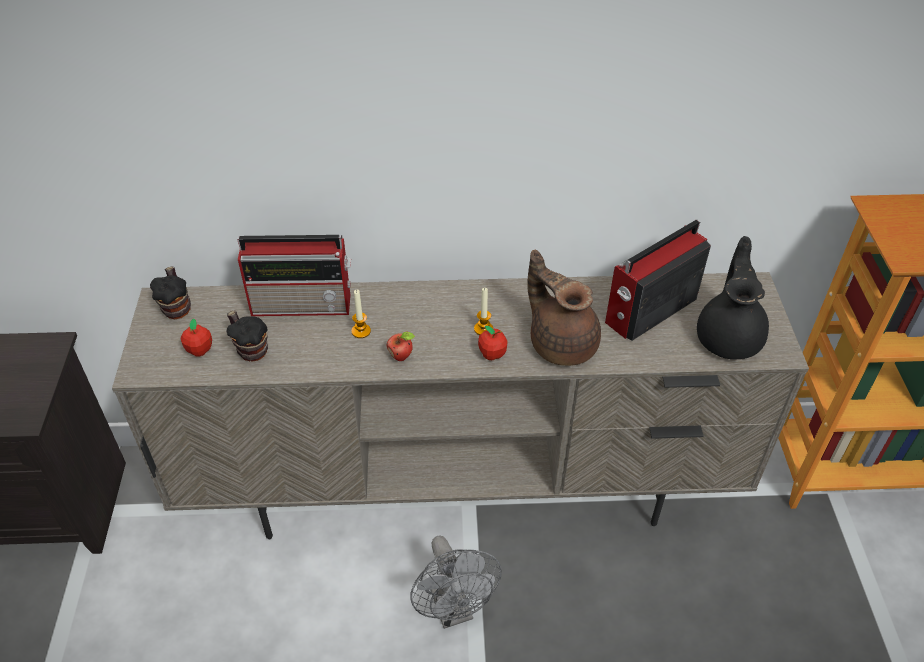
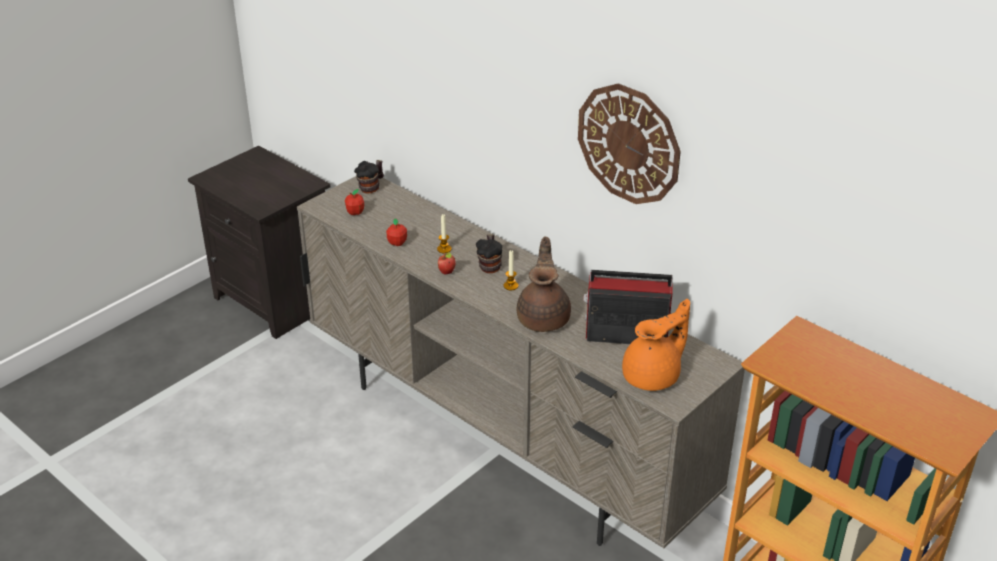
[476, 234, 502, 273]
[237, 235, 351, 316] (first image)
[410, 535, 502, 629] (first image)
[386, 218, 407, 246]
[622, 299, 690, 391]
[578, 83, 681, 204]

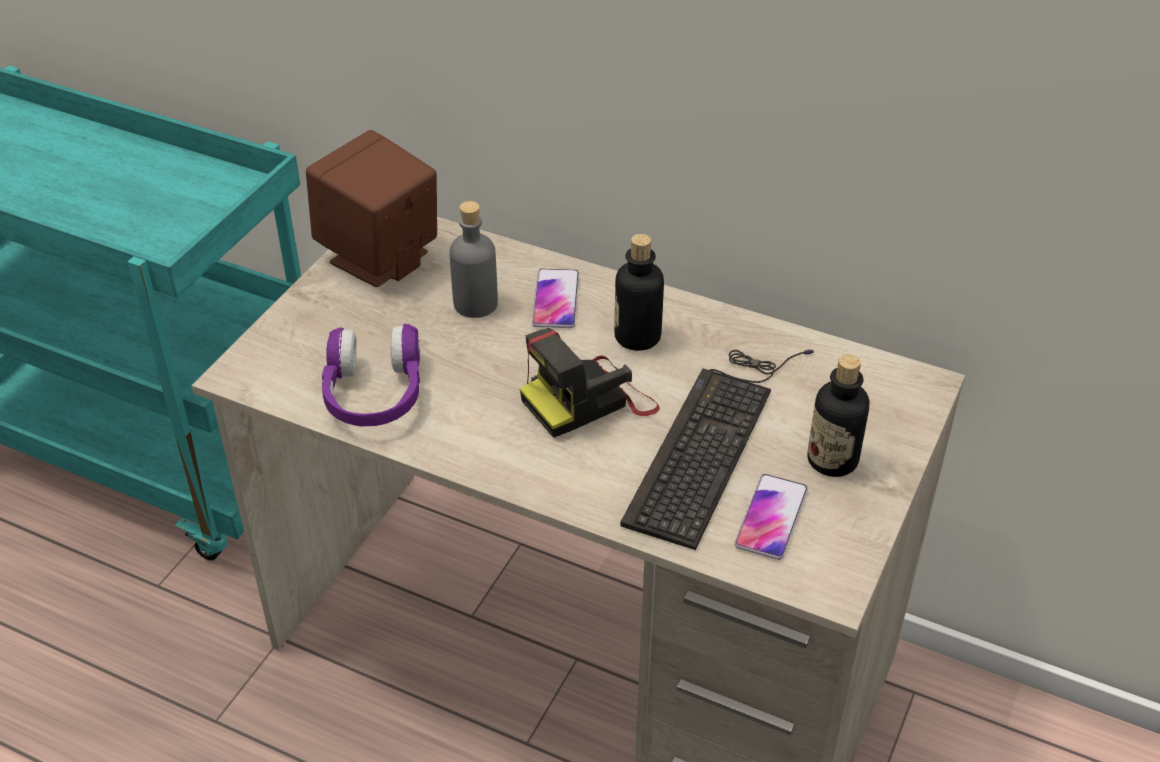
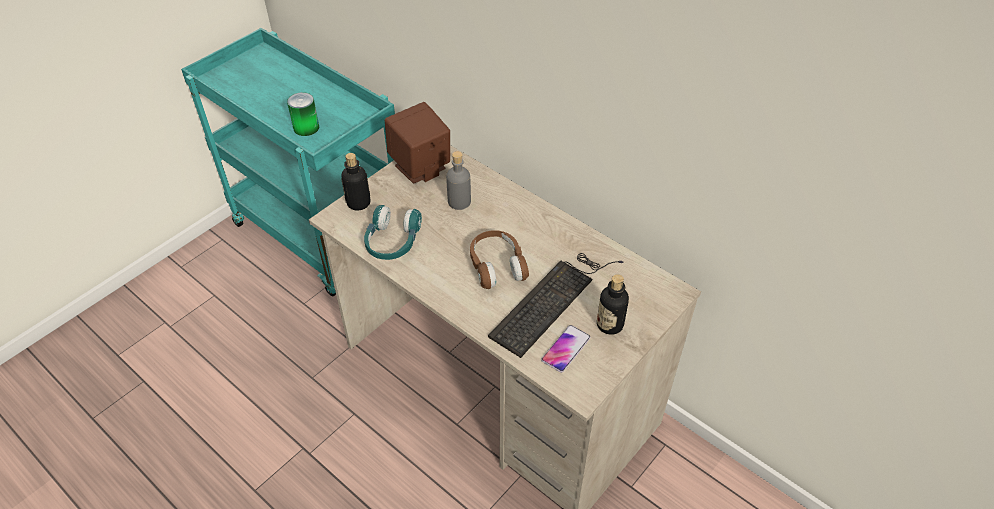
[364, 205, 422, 260]
[470, 230, 529, 289]
[532, 268, 579, 328] (first image)
[341, 153, 370, 211]
[287, 92, 319, 136]

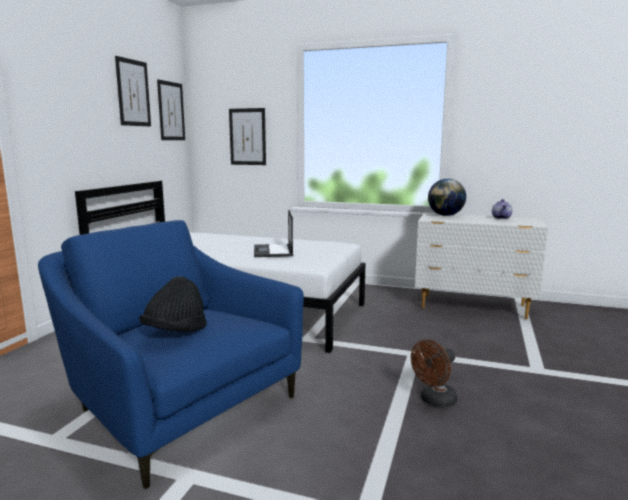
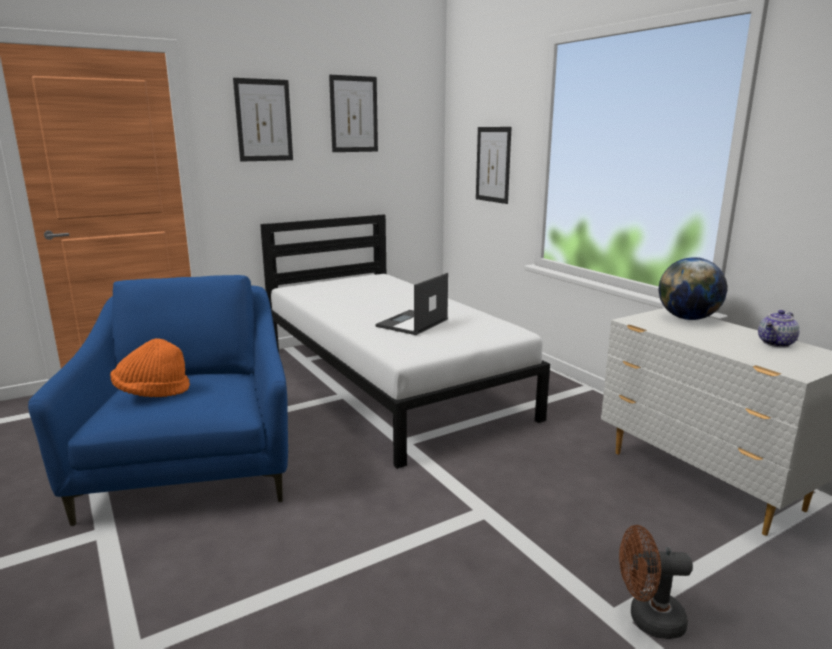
[110, 338, 190, 397]
[233, 78, 293, 162]
[619, 525, 693, 639]

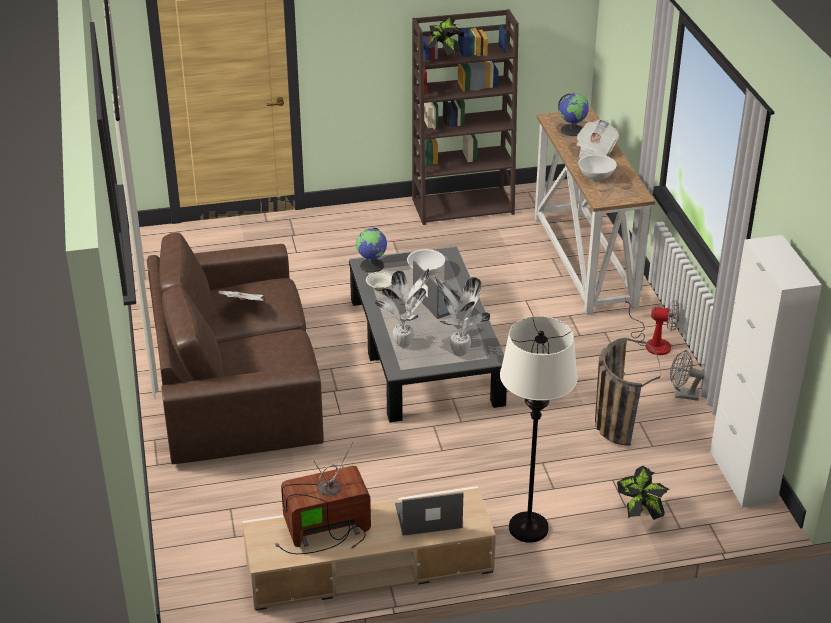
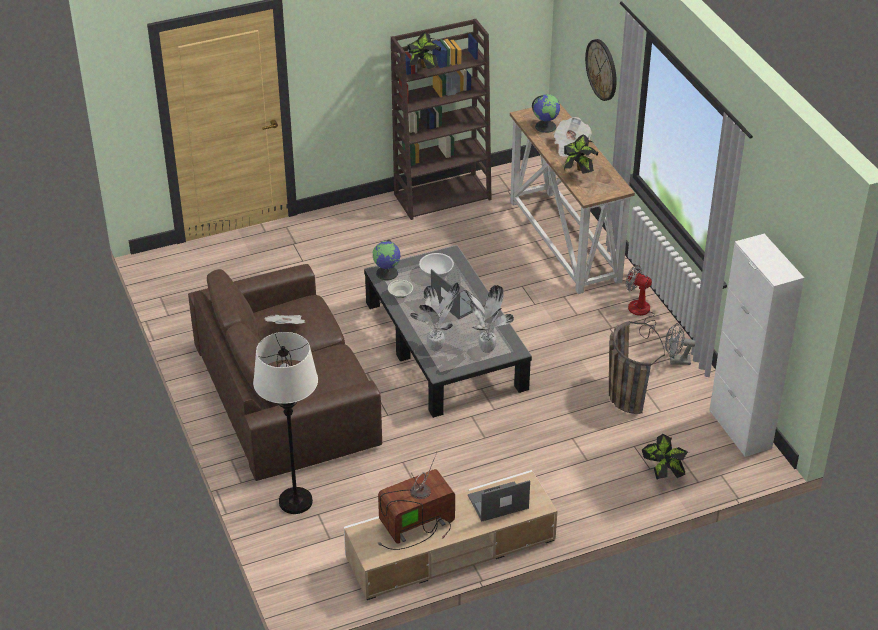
[253, 332, 318, 514]
[564, 134, 598, 174]
[626, 265, 656, 339]
[585, 39, 617, 101]

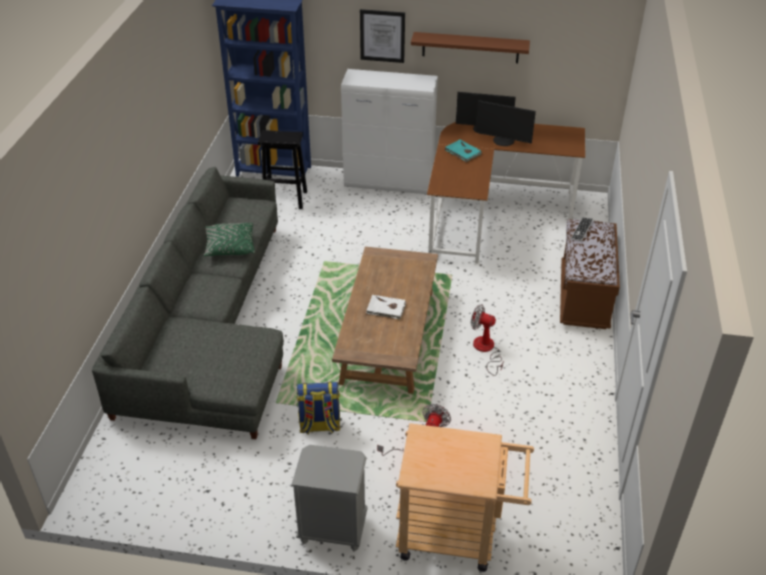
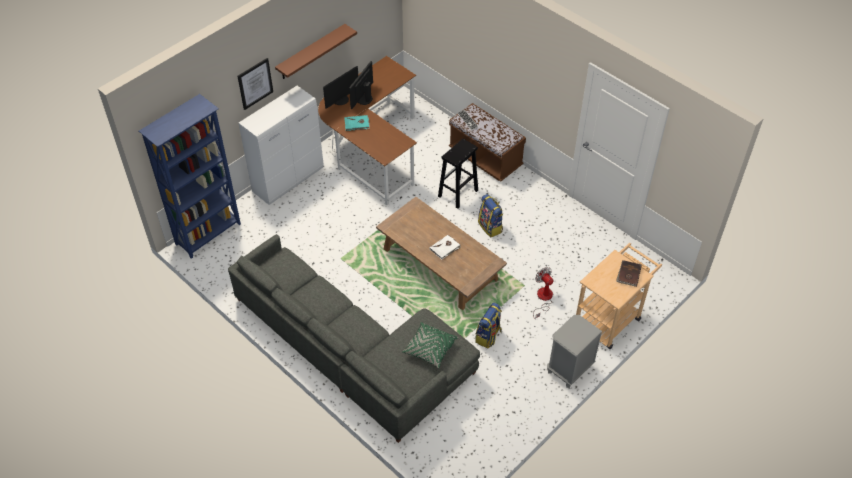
[402, 322, 458, 368]
[438, 139, 478, 209]
[478, 194, 503, 237]
[349, 61, 373, 109]
[616, 260, 642, 287]

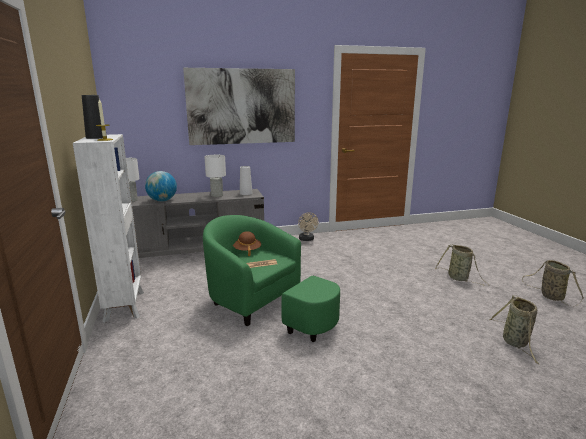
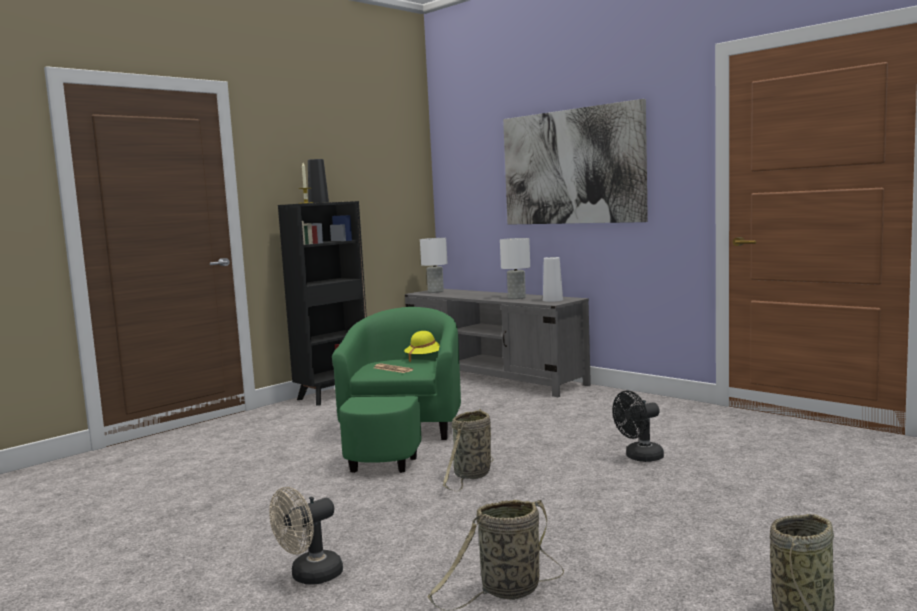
[278, 201, 367, 406]
[145, 171, 177, 201] (first image)
[404, 331, 440, 362]
[269, 487, 343, 585]
[443, 409, 494, 491]
[612, 391, 664, 462]

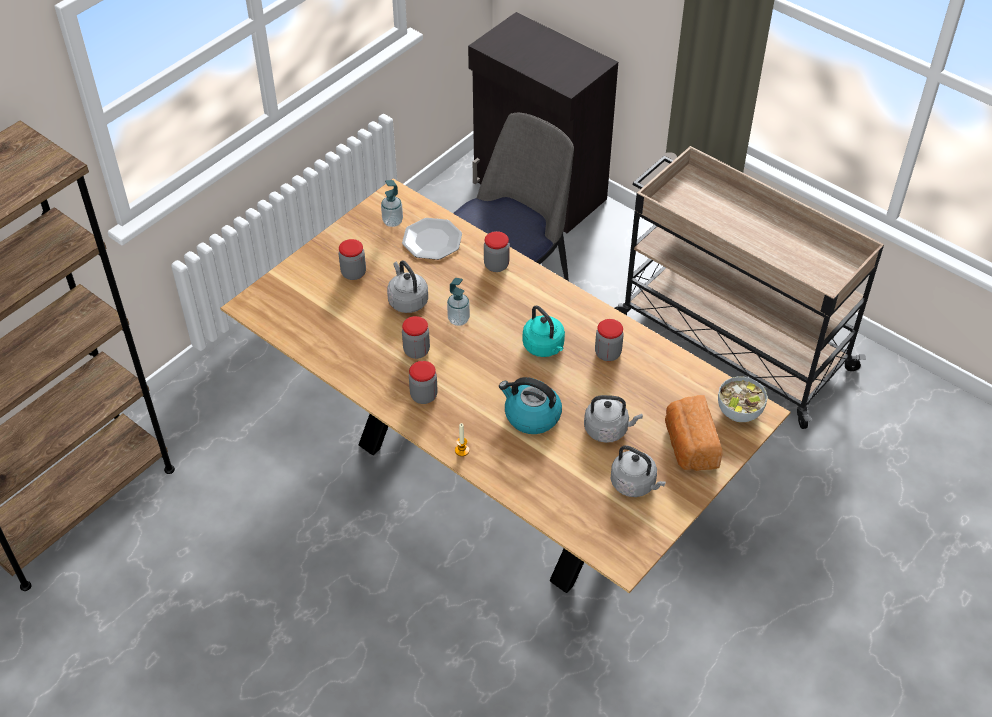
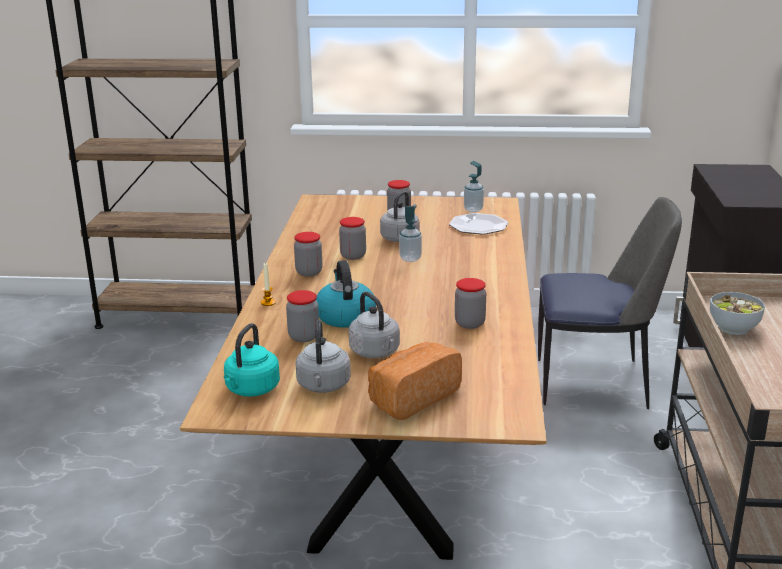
[286, 290, 319, 342]
[224, 323, 280, 397]
[710, 292, 765, 335]

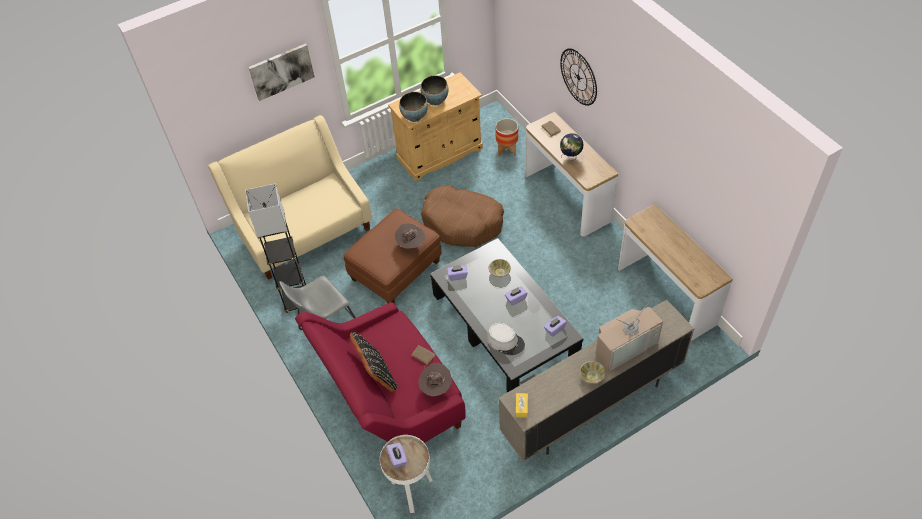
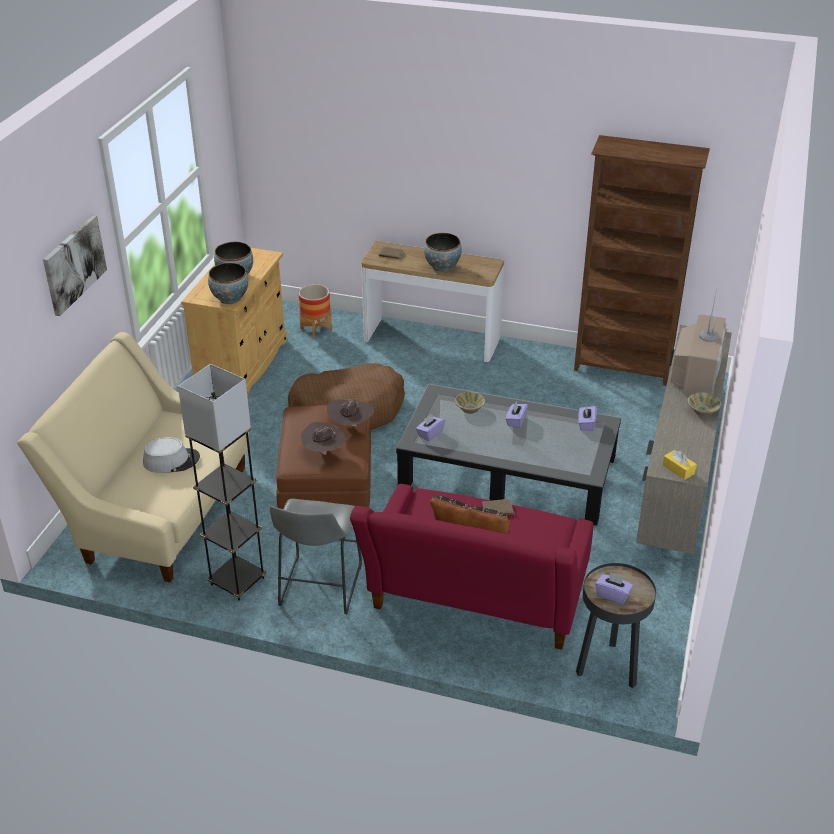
[576, 563, 656, 688]
[301, 422, 346, 455]
[143, 437, 200, 473]
[560, 48, 597, 106] (first image)
[424, 233, 462, 272]
[574, 135, 710, 386]

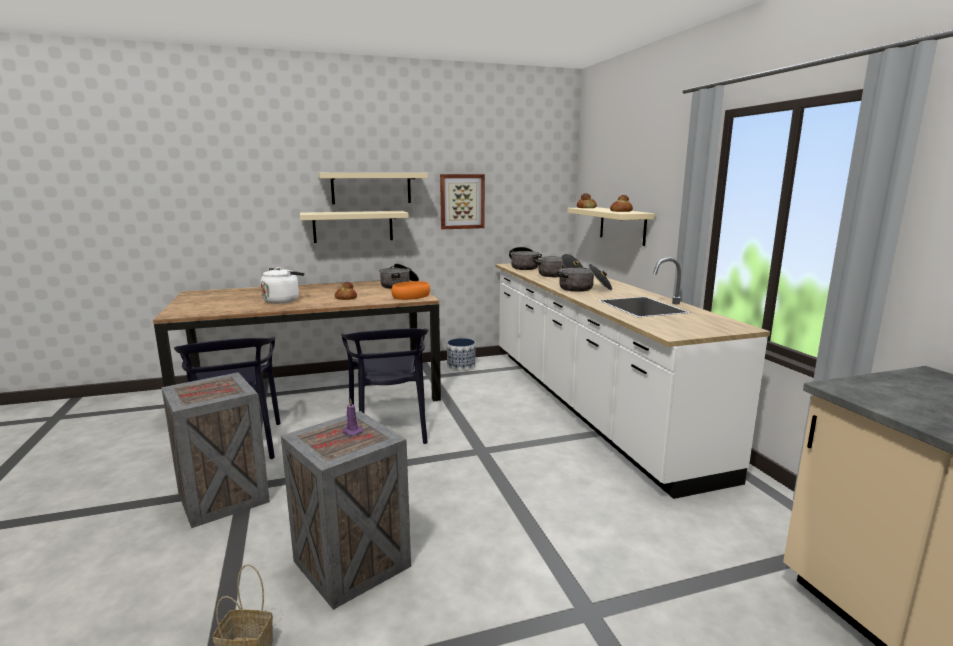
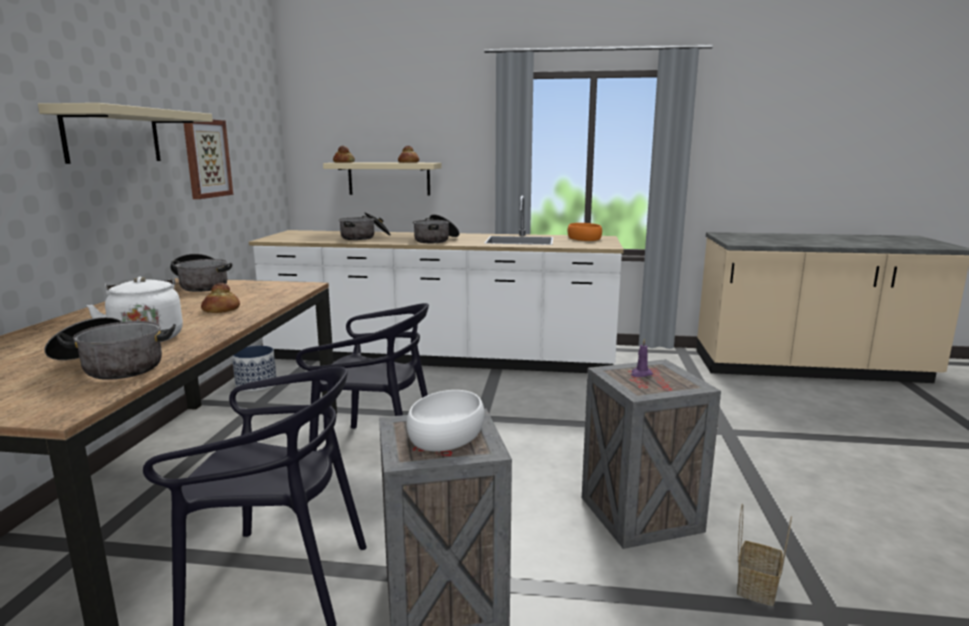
[300, 211, 409, 243] (first image)
[567, 223, 602, 241]
[44, 317, 176, 380]
[407, 390, 484, 452]

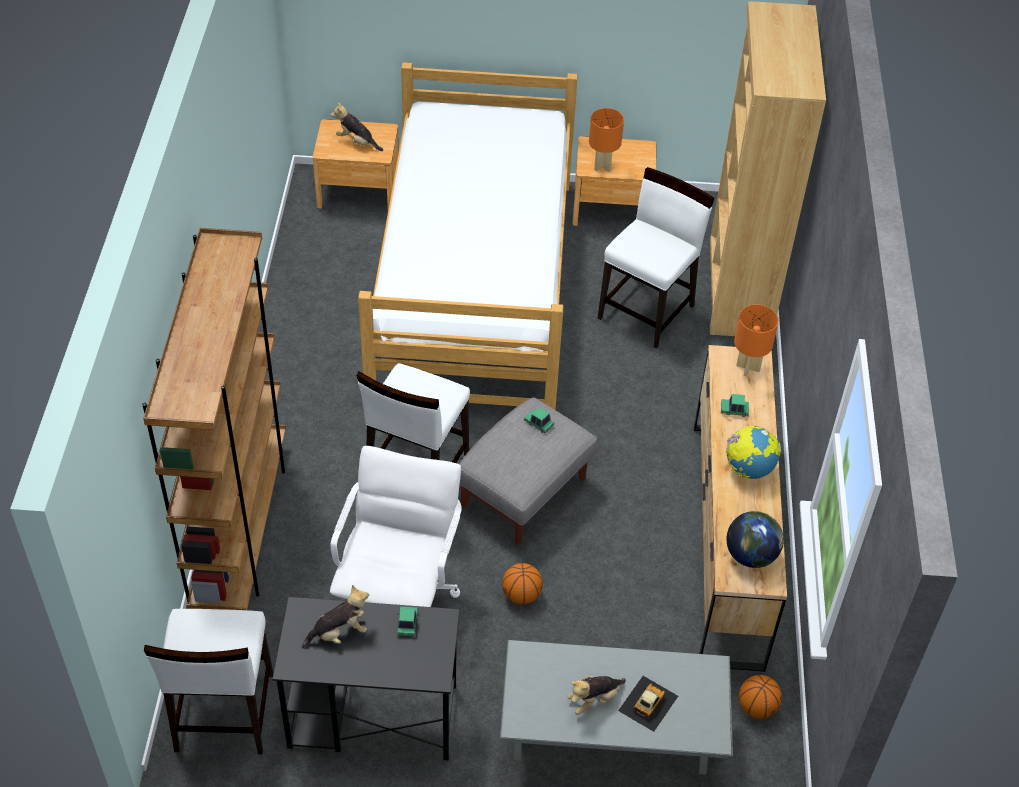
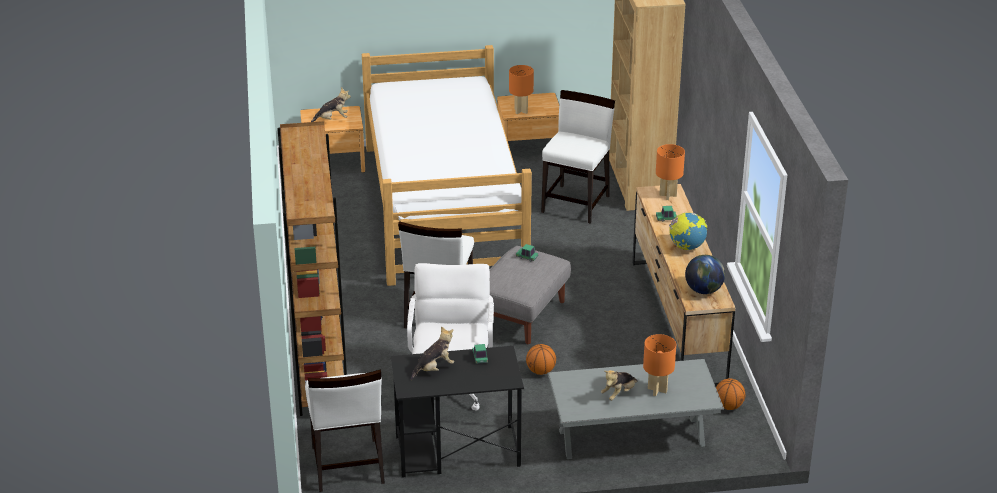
[311, 87, 351, 122]
[643, 334, 676, 396]

